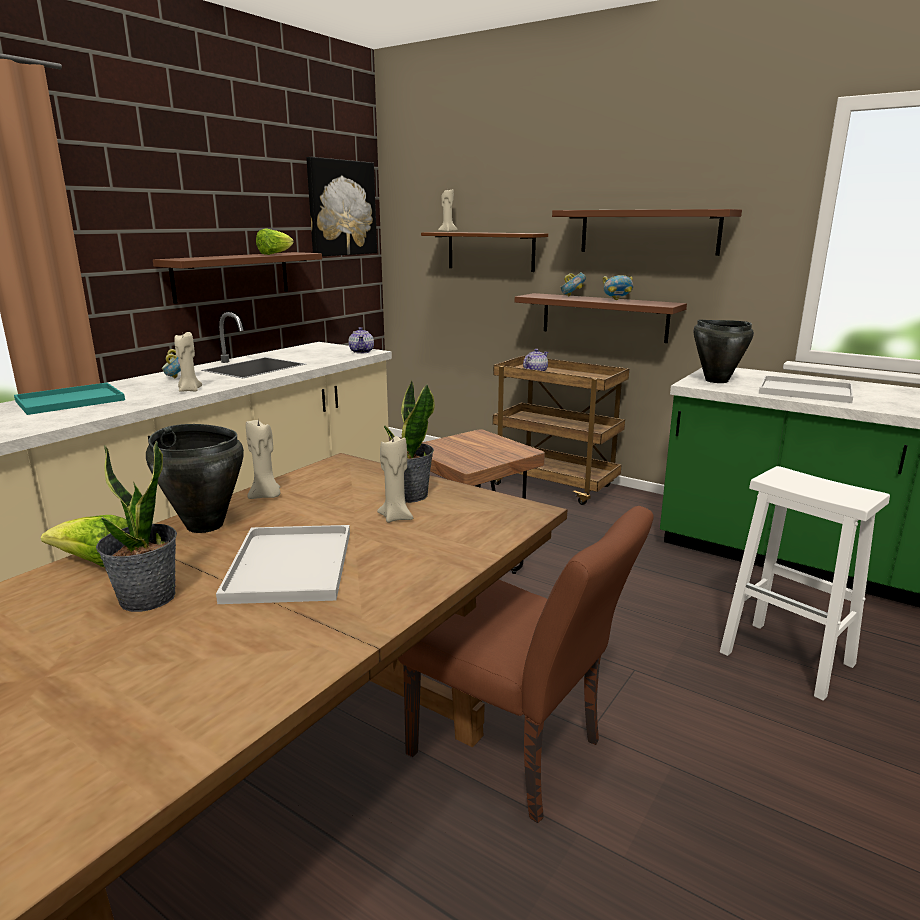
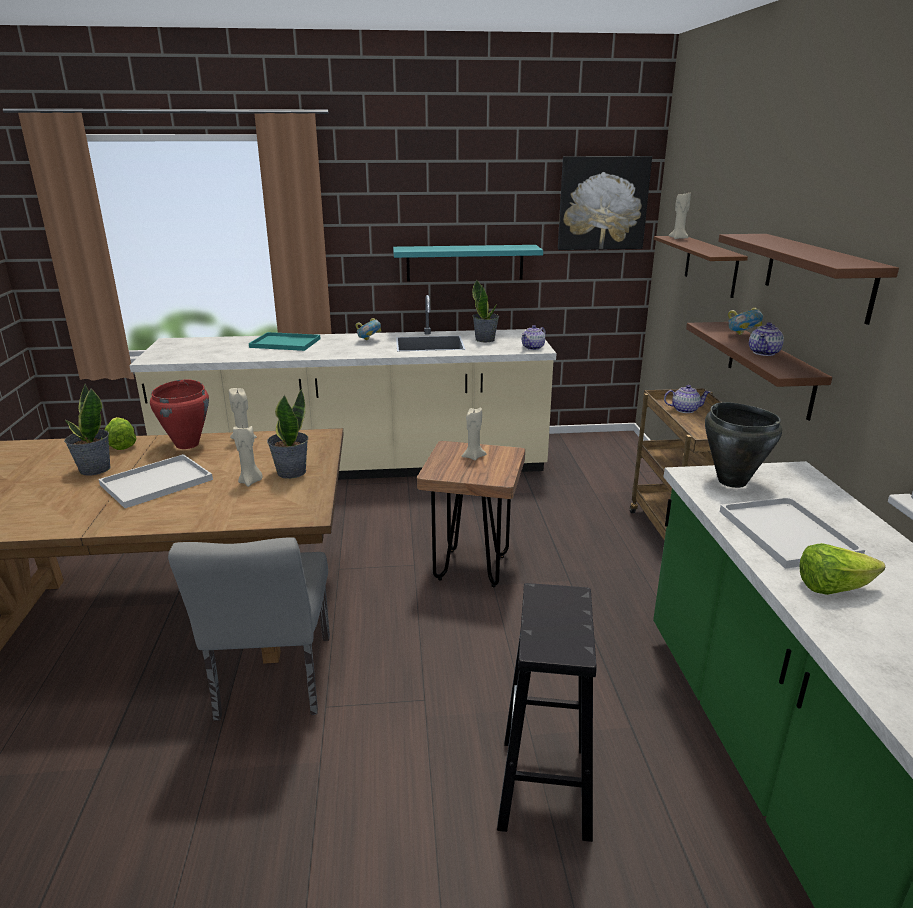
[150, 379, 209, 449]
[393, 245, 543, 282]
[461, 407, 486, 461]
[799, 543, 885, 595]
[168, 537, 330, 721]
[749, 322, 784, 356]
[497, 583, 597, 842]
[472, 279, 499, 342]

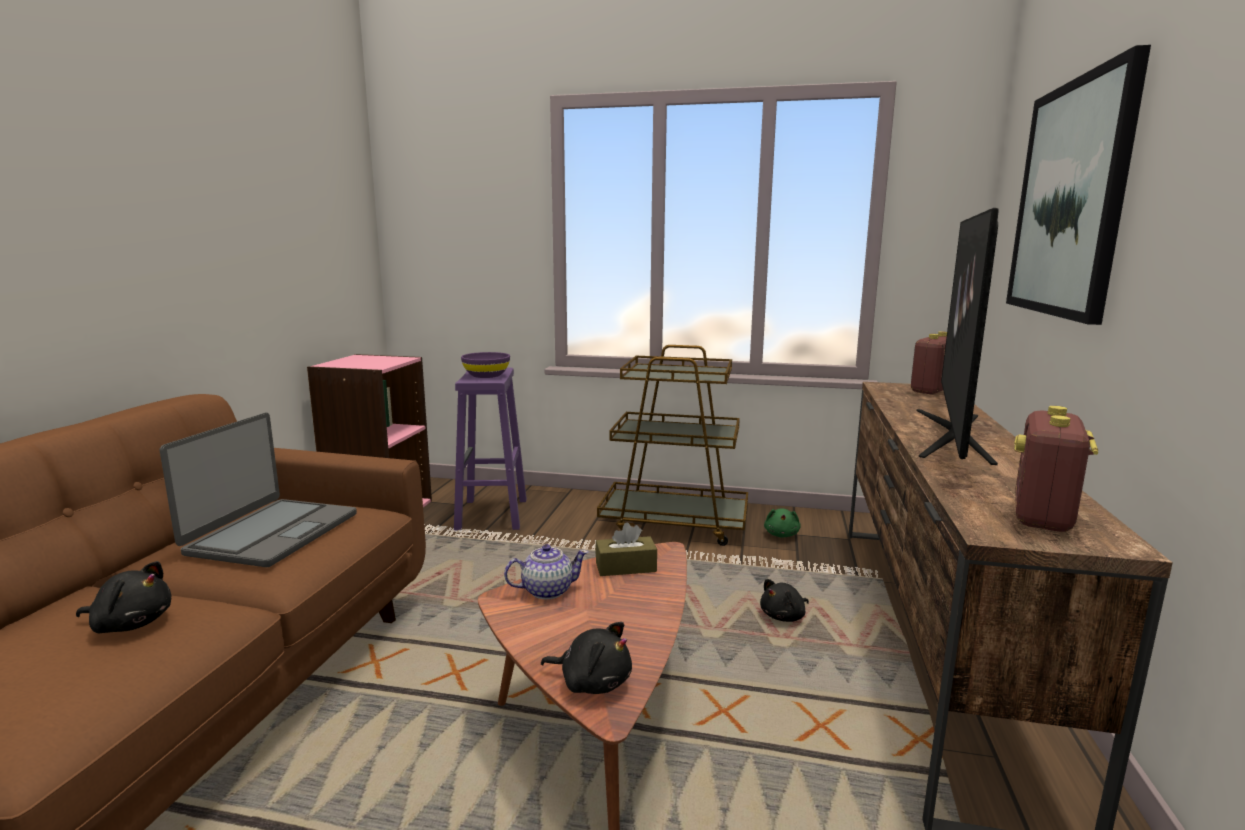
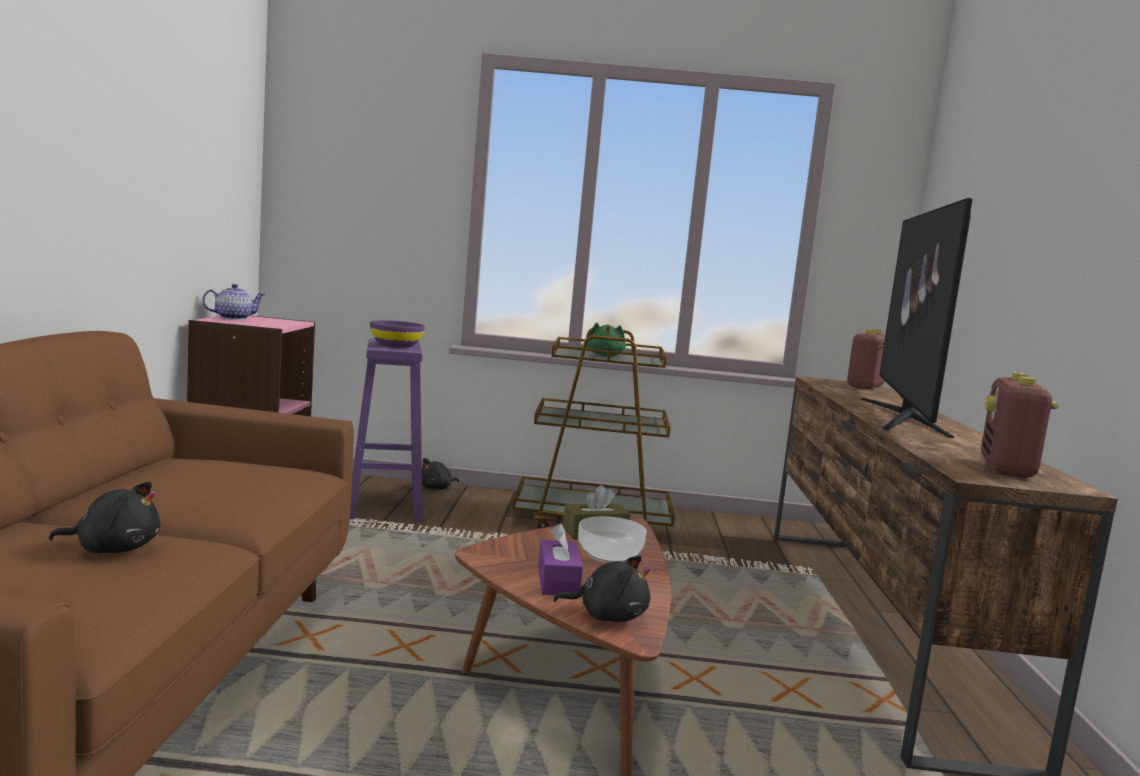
[160, 413, 357, 567] (first image)
[202, 284, 266, 320]
[422, 458, 459, 490]
[587, 322, 626, 356]
[1006, 45, 1151, 325] (first image)
[538, 523, 583, 595]
[578, 516, 647, 563]

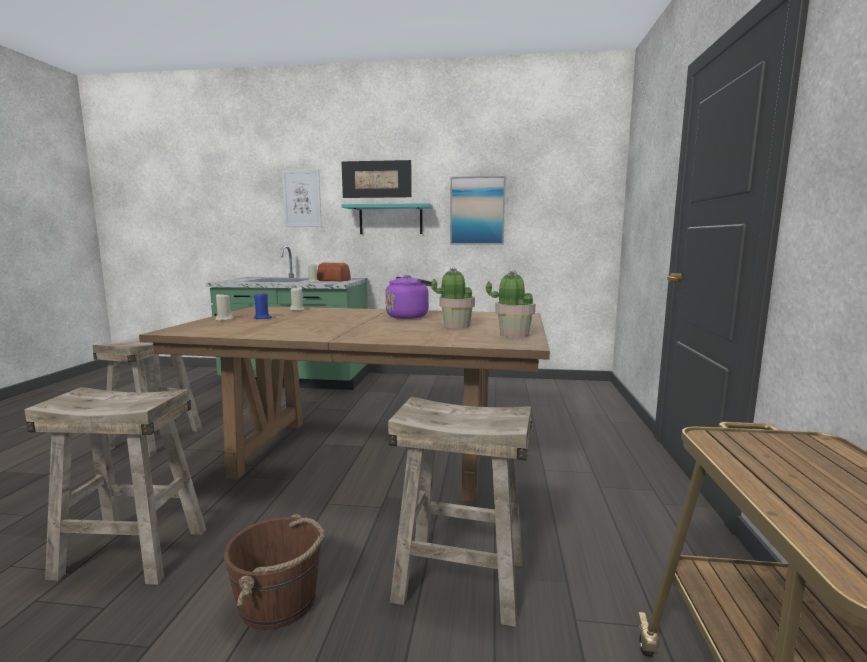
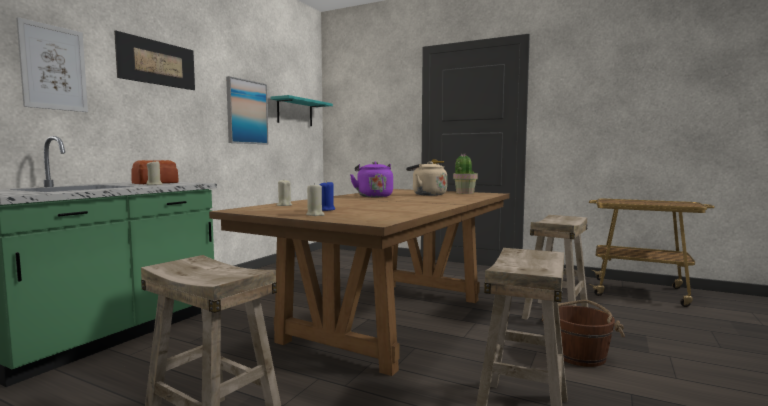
[271, 95, 333, 126]
[406, 161, 447, 196]

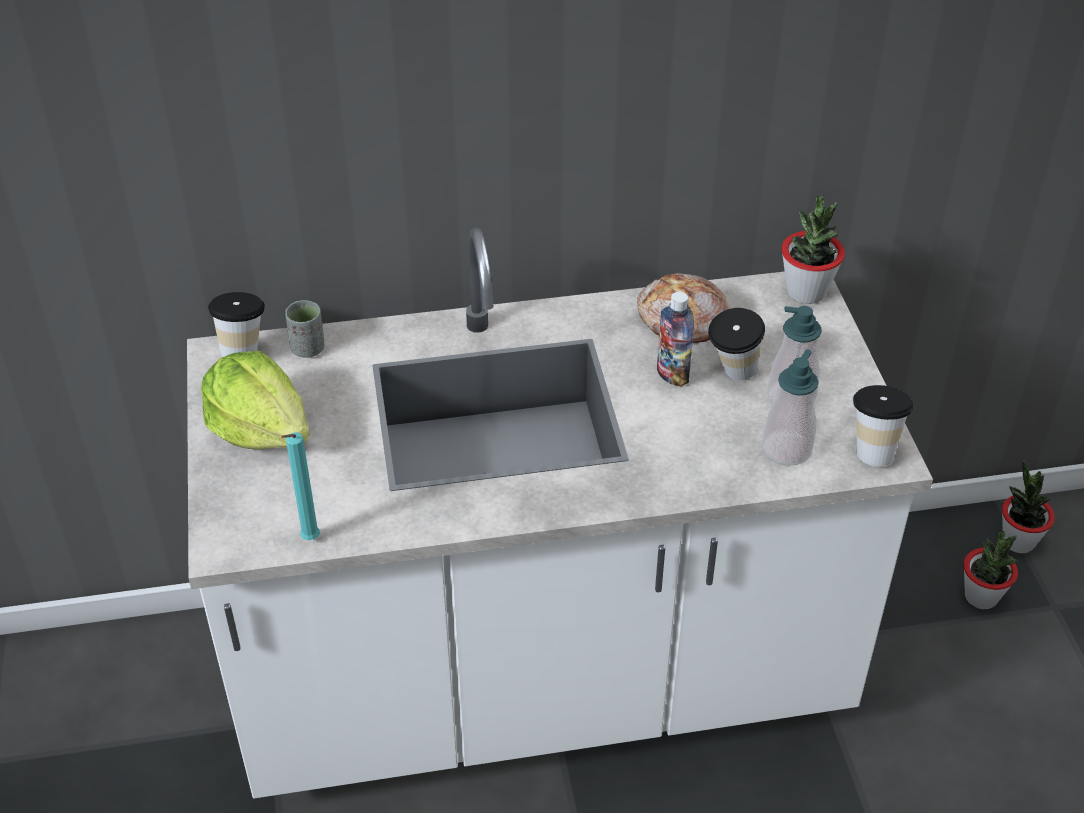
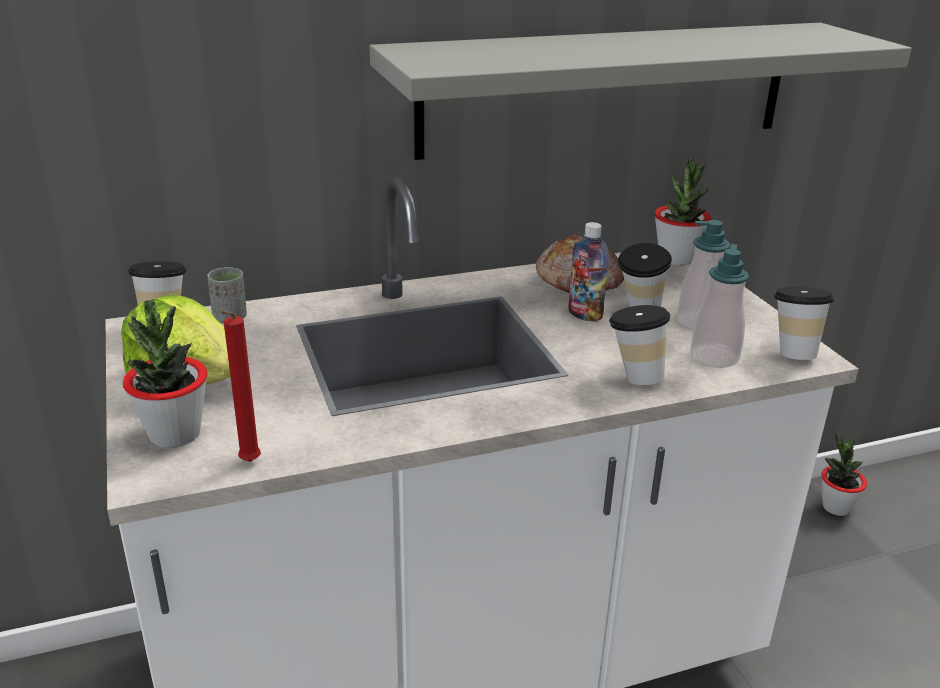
[219, 310, 261, 462]
[123, 299, 208, 448]
[370, 23, 912, 160]
[609, 305, 670, 385]

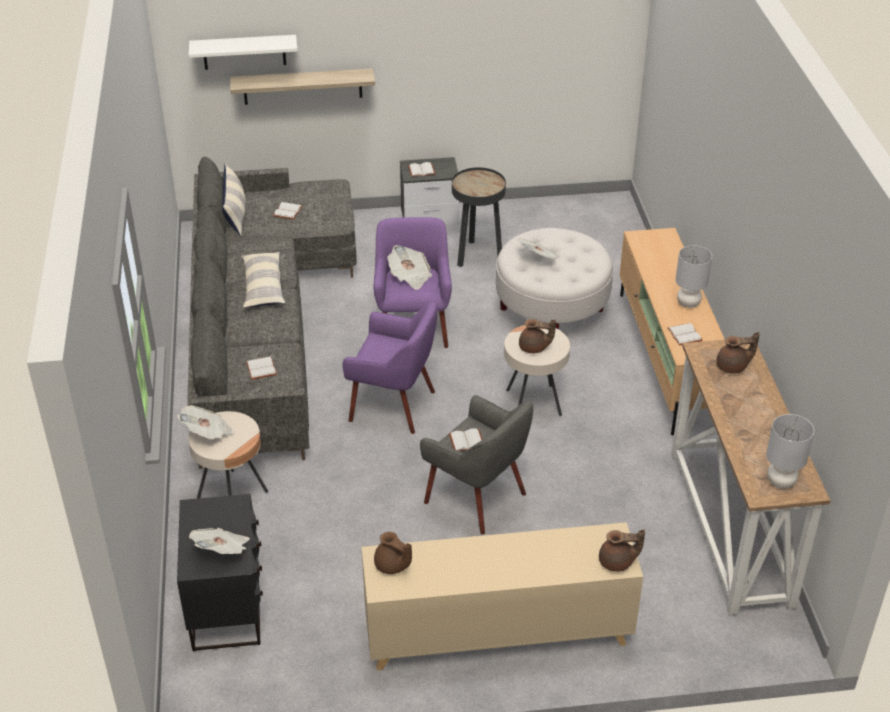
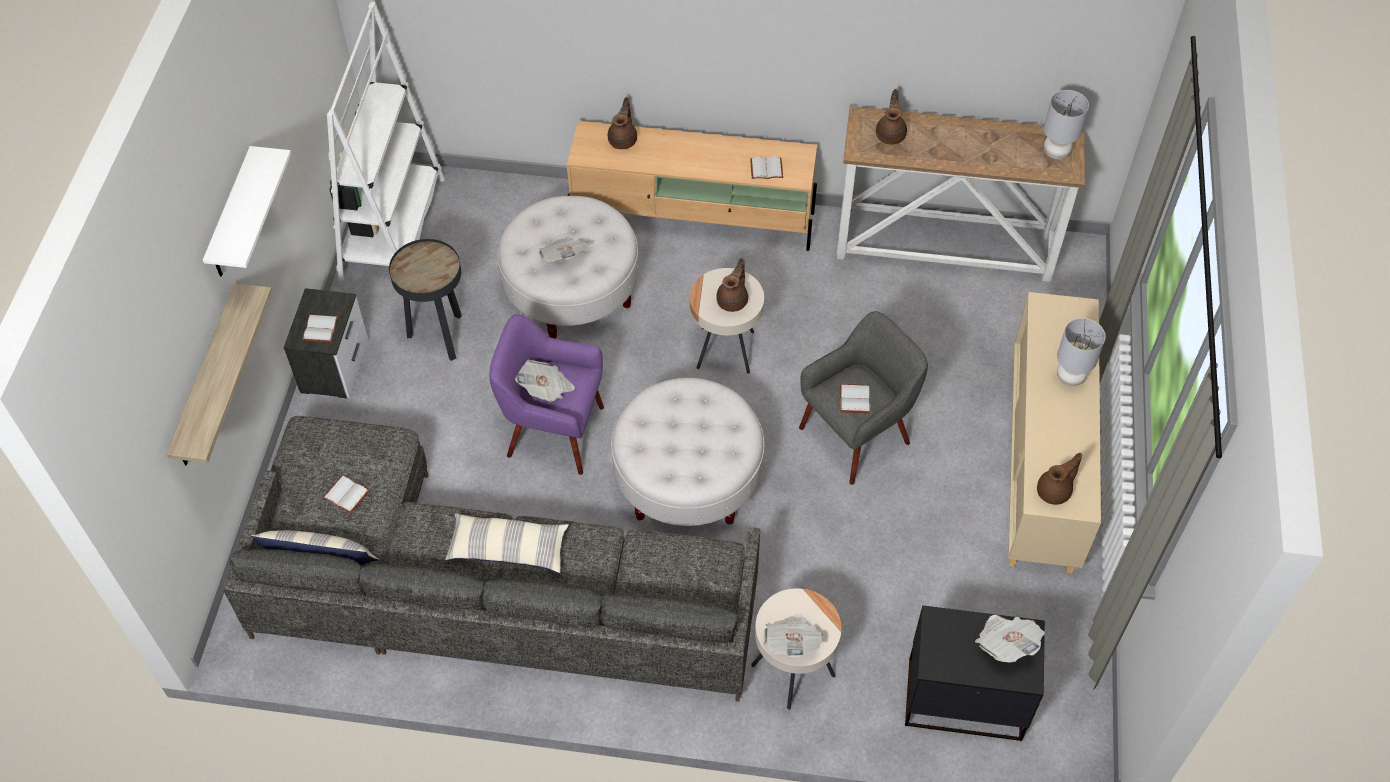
[203, 146, 291, 277]
[246, 356, 277, 380] (first image)
[611, 378, 765, 526]
[608, 97, 637, 149]
[1057, 318, 1106, 387]
[327, 2, 445, 281]

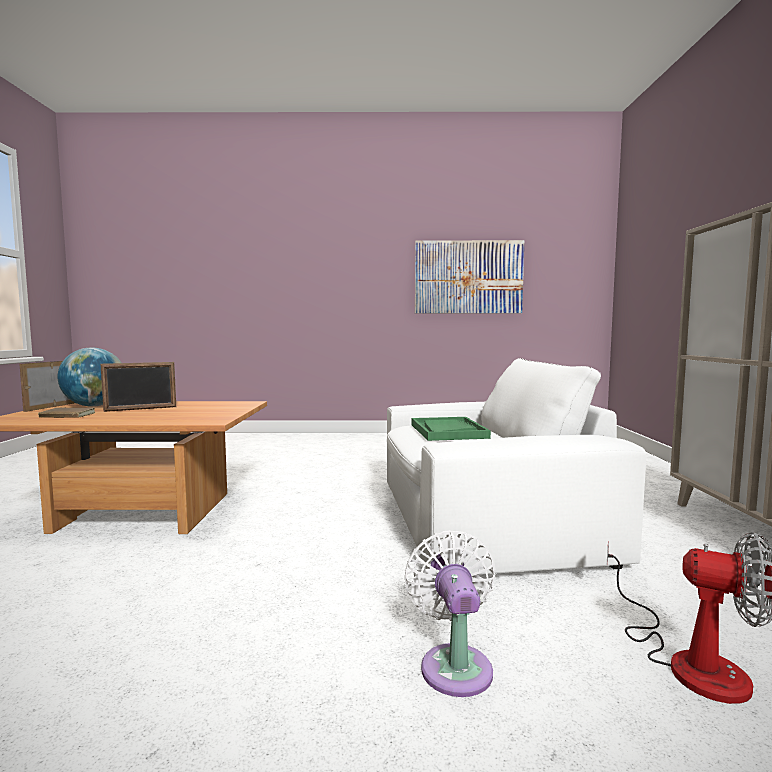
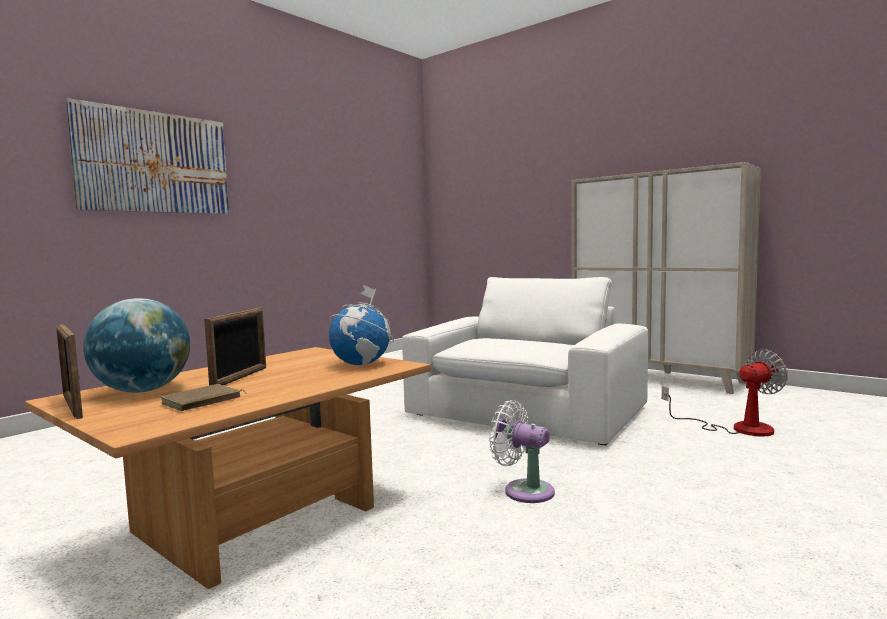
[489, 400, 555, 503]
[412, 417, 491, 441] (first image)
[66, 98, 229, 214]
[329, 285, 394, 366]

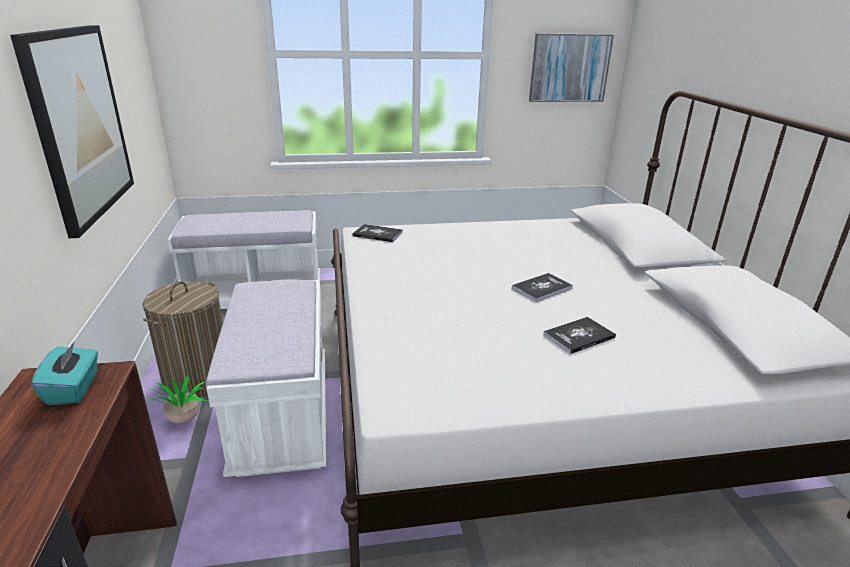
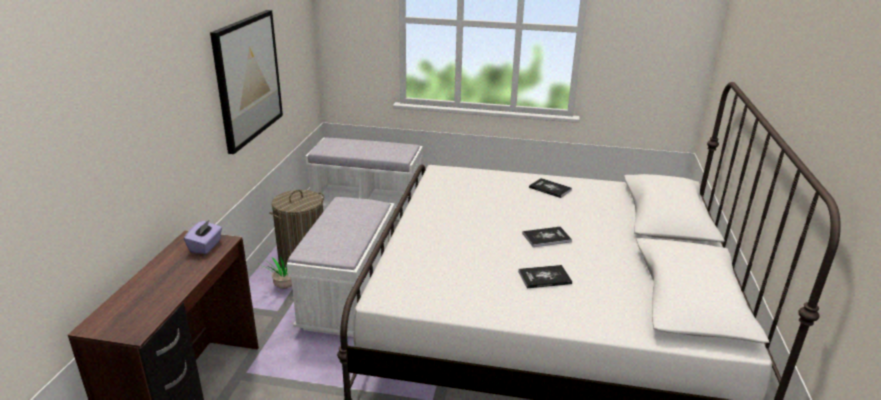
[184, 219, 222, 254]
[529, 178, 572, 198]
[529, 33, 614, 102] (first image)

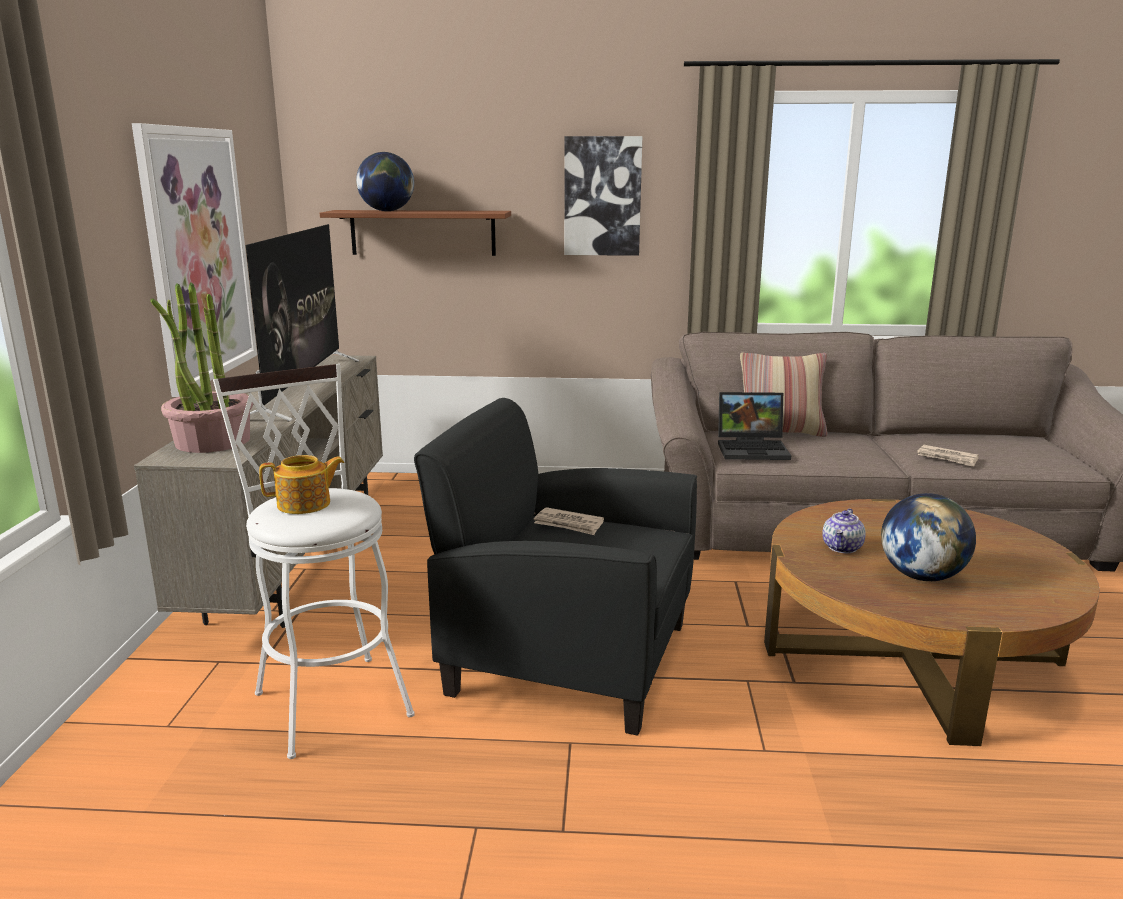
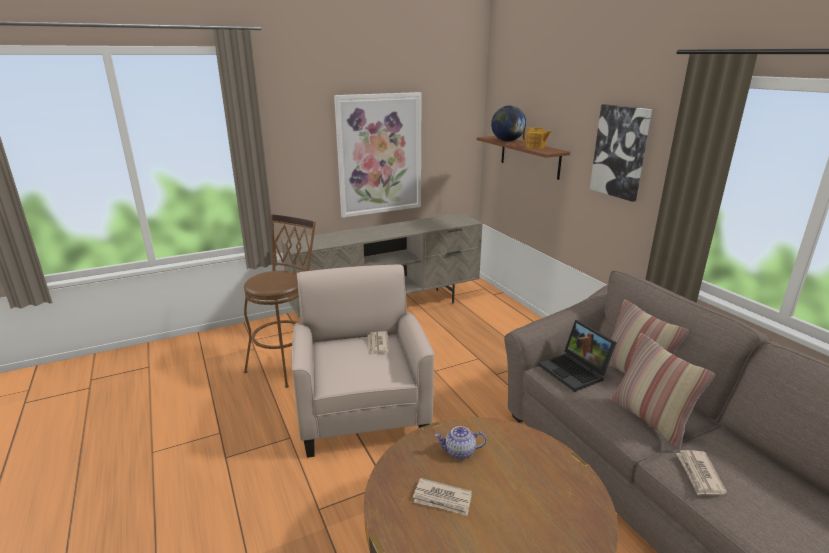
[150, 282, 253, 453] (first image)
[244, 214, 316, 388]
[246, 224, 359, 421] (first image)
[522, 127, 552, 149]
[291, 265, 434, 458]
[413, 478, 472, 516]
[610, 333, 715, 449]

